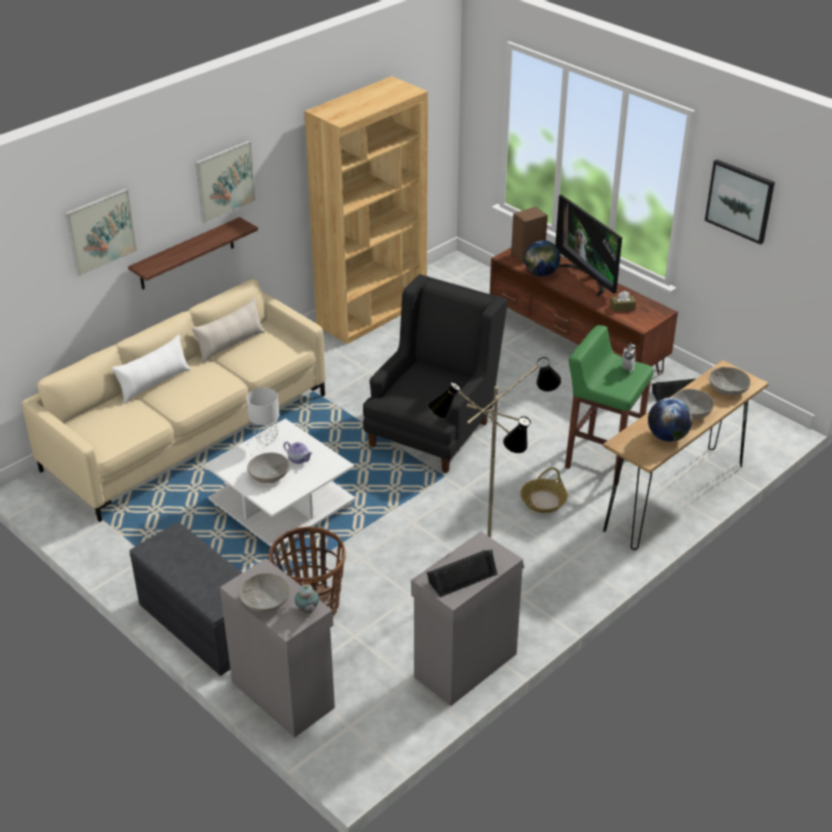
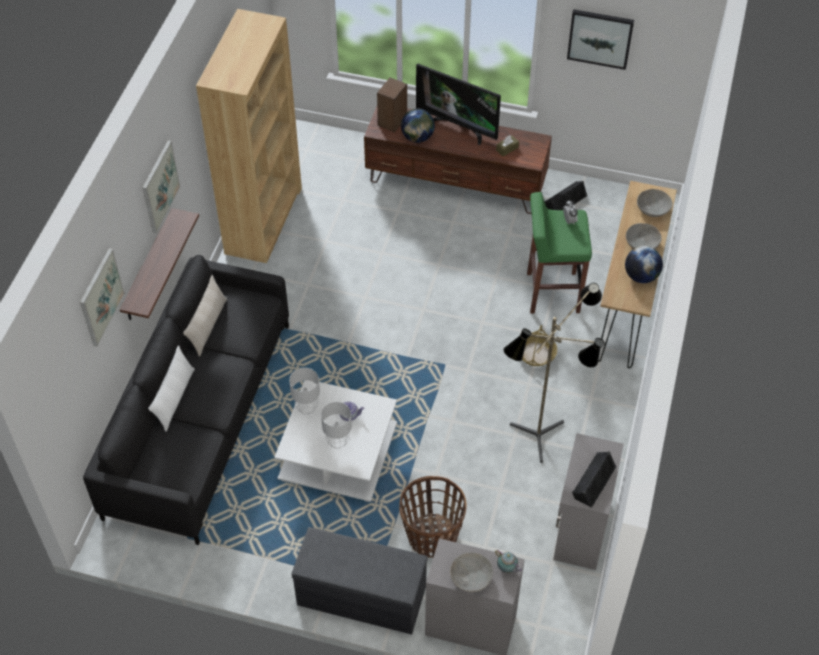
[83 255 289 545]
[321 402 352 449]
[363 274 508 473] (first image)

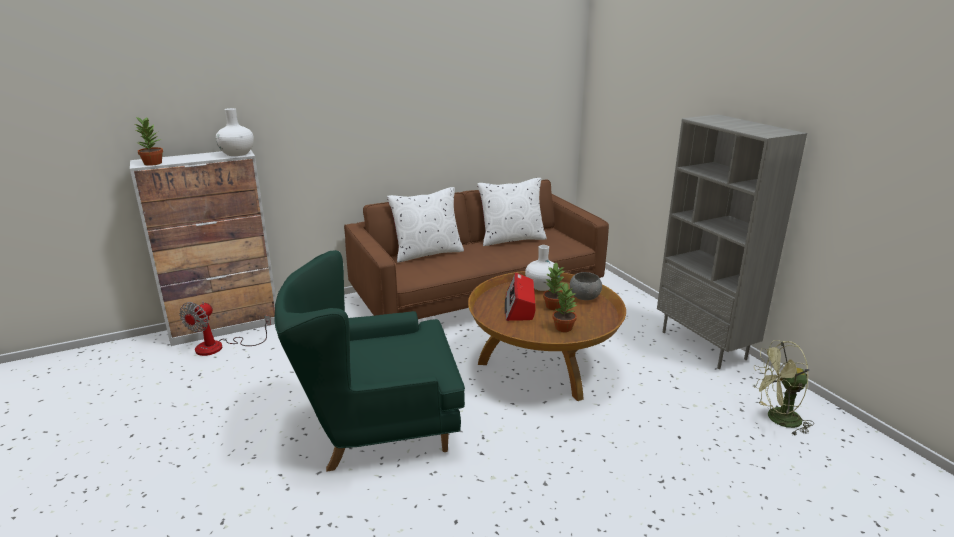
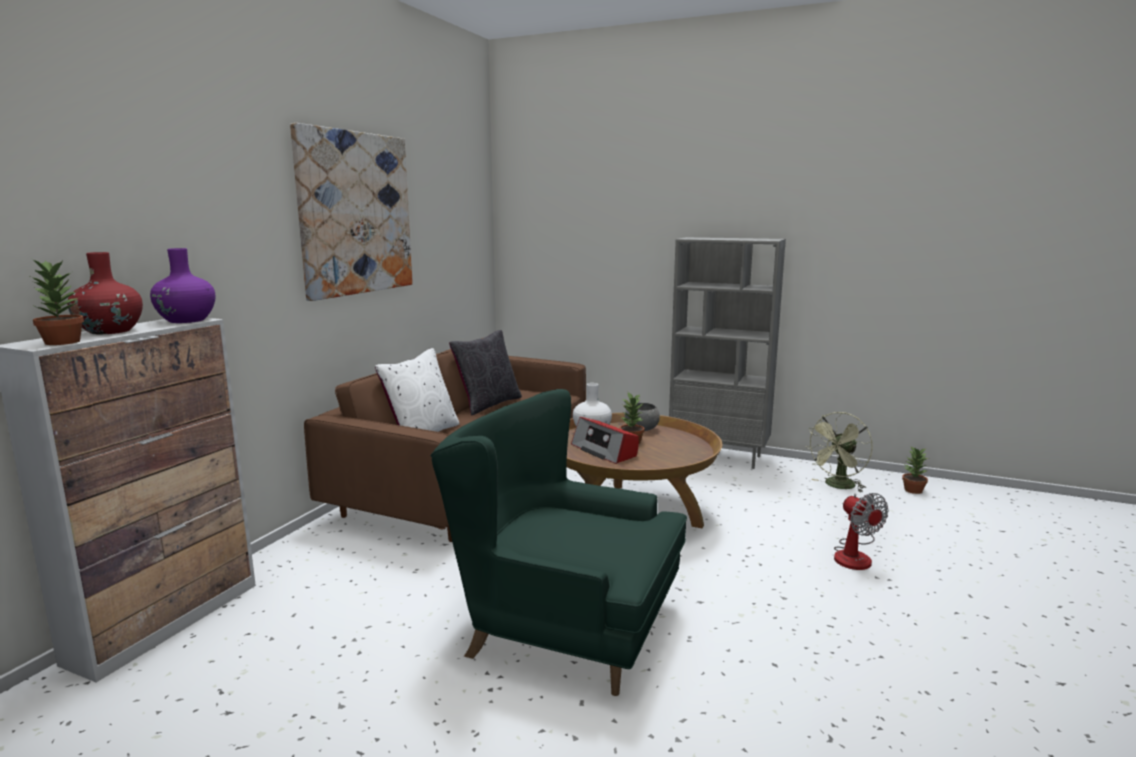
[834 493 889 570]
[150 248 215 323]
[431 389 687 696]
[449 330 522 416]
[902 447 929 494]
[67 252 143 334]
[290 123 413 301]

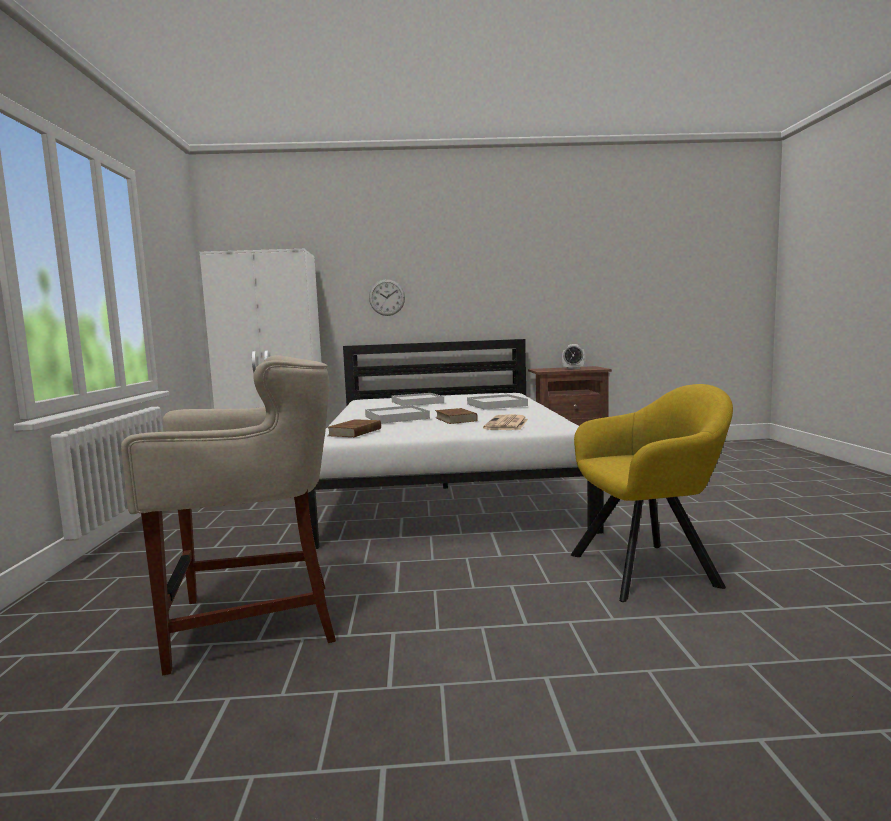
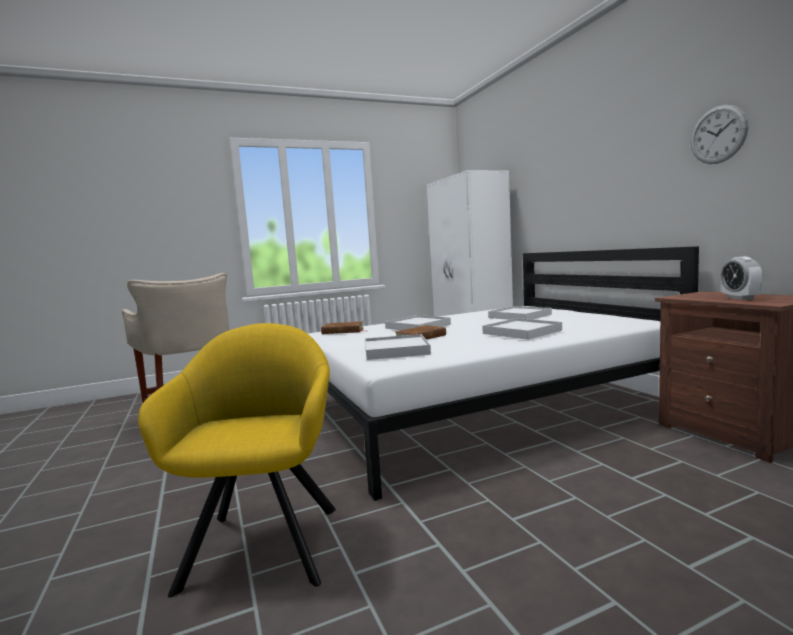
[691 105 749 164]
[365 334 431 360]
[138 323 336 597]

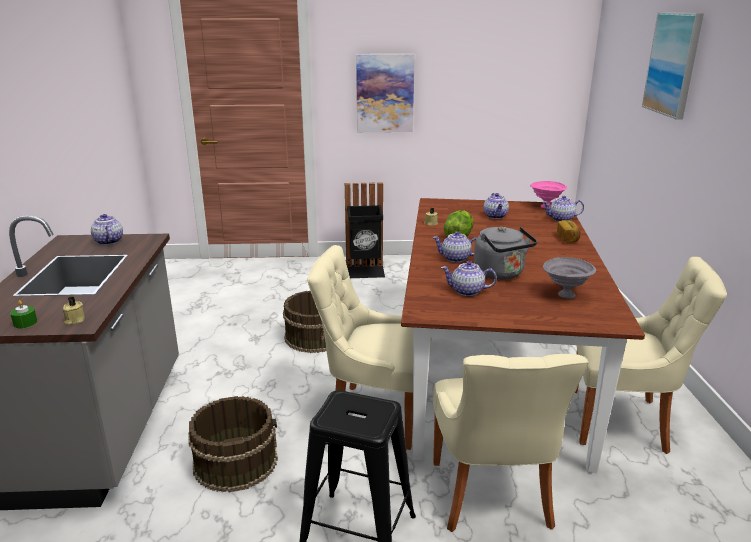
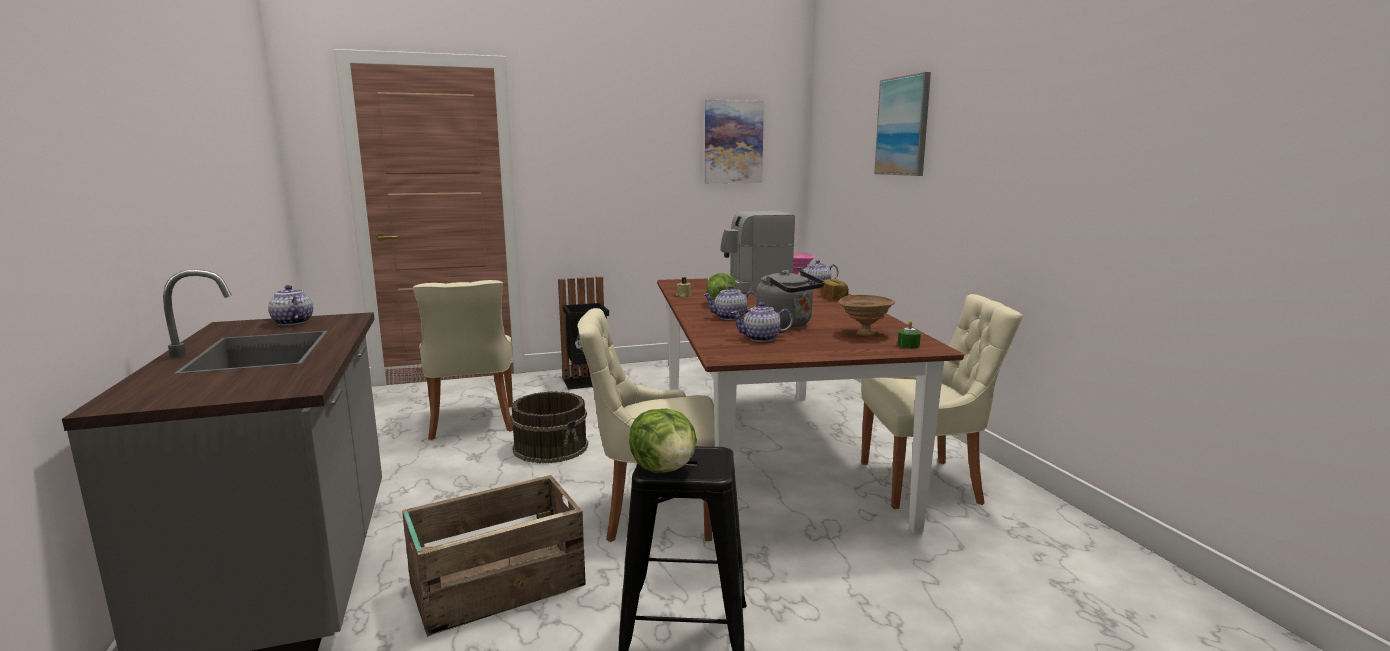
[898 321 921 349]
[63 297 85 325] (first image)
[402 475 586 637]
[705 100 764 184]
[413 280 513 440]
[708 211 795 293]
[838 295 895 336]
[629 409 697 473]

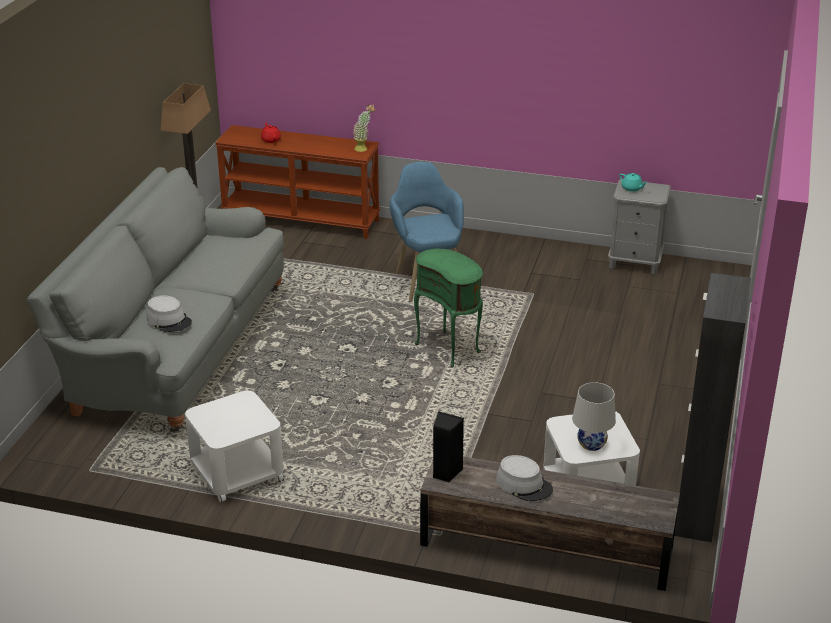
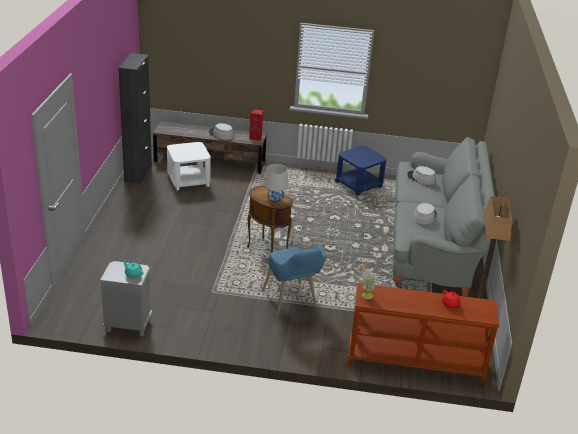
[335 146 387 196]
[247 186 293 252]
[249 109 263 141]
[264 164 288 202]
[413 203 437 224]

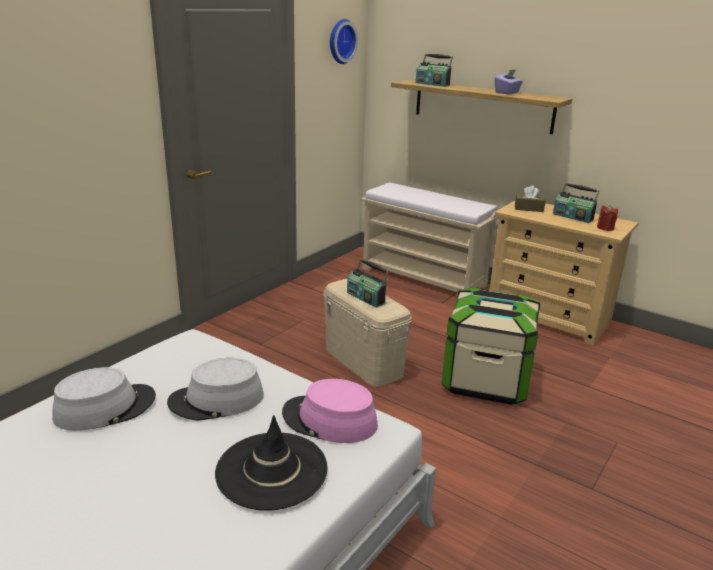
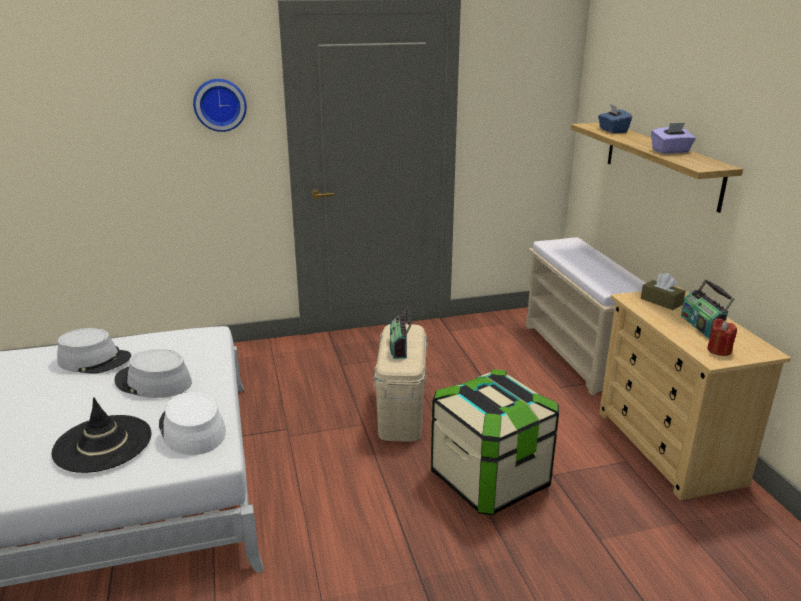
[159 392 226 455]
[193 79 247 132]
[598 104 632 133]

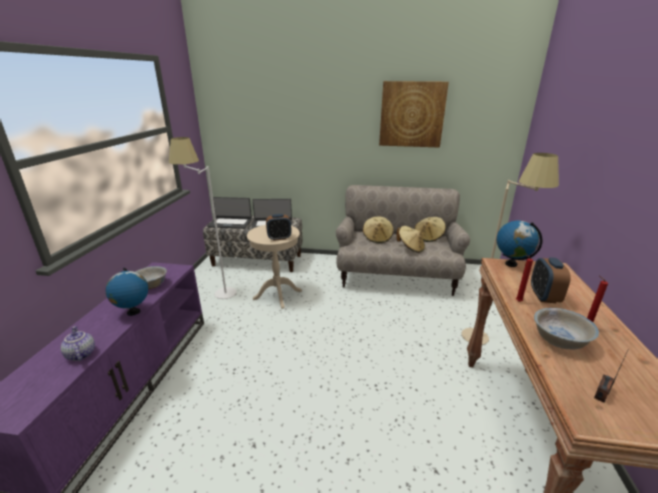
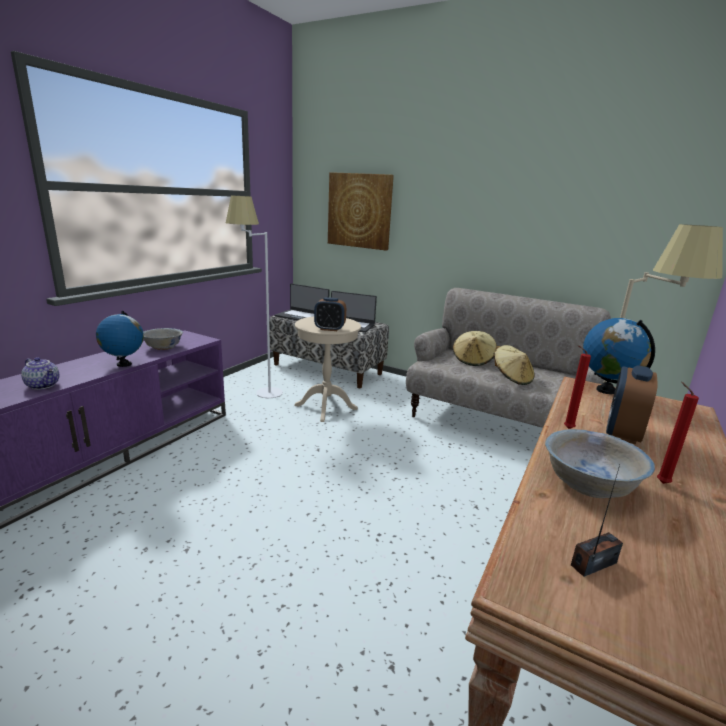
[21 357 59 390]
[328 172 394 251]
[415 217 446 242] (first image)

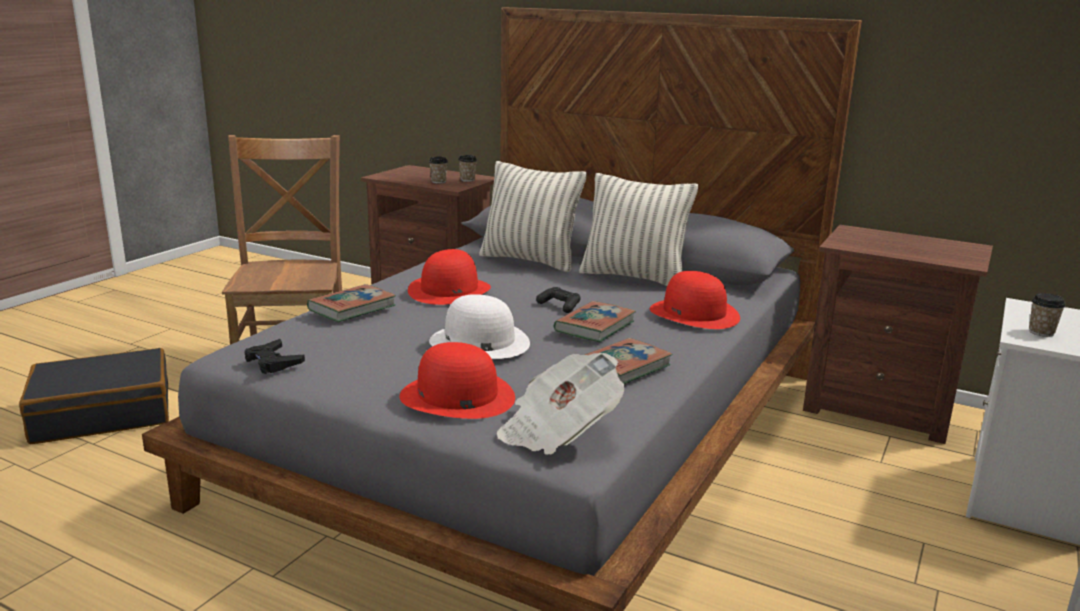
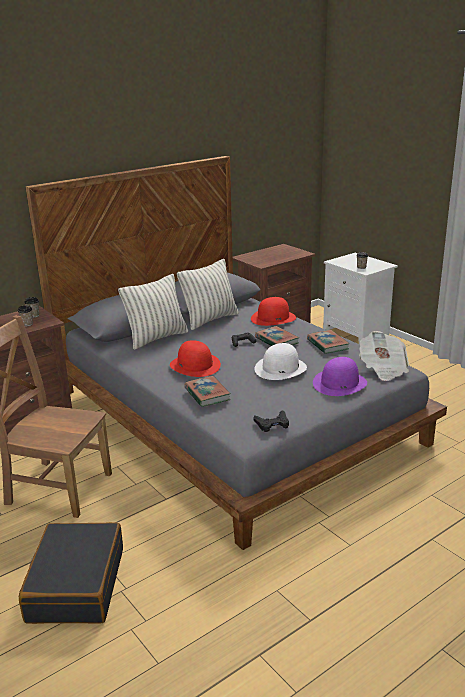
[313 357 367 396]

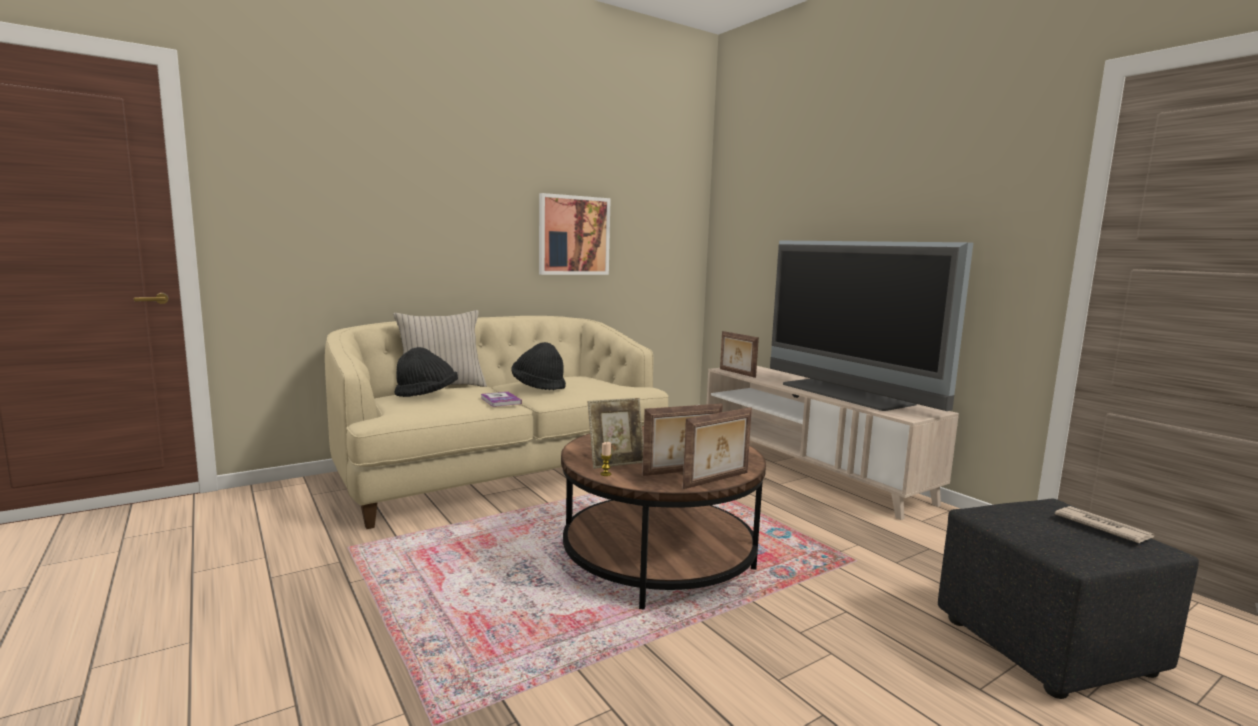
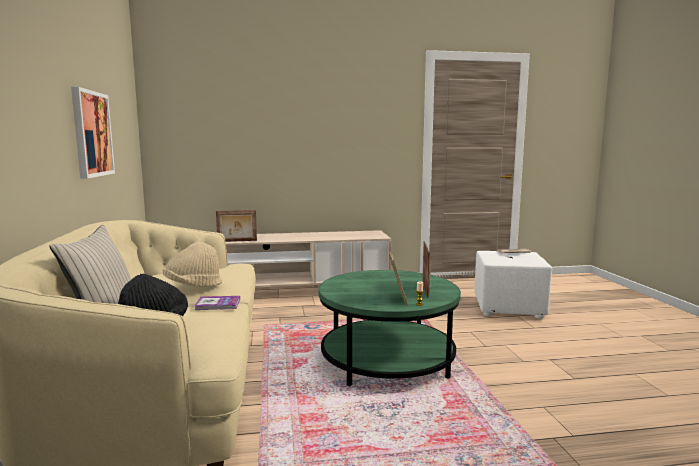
[163 241 222 287]
[318 270 461 386]
[683 407 752 489] (first image)
[770 240 973 411] (first image)
[475 251 552 319]

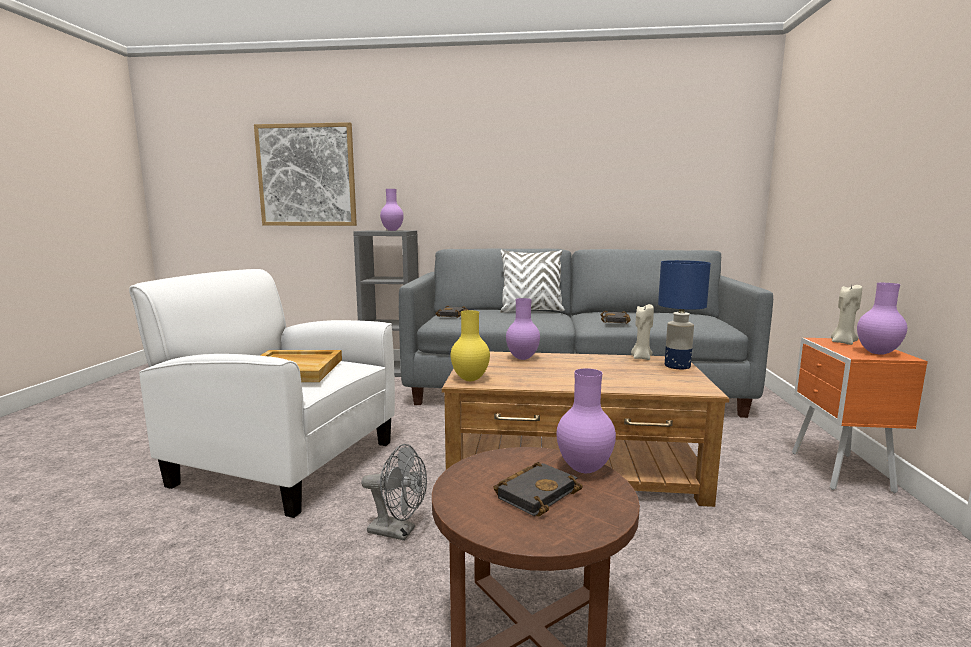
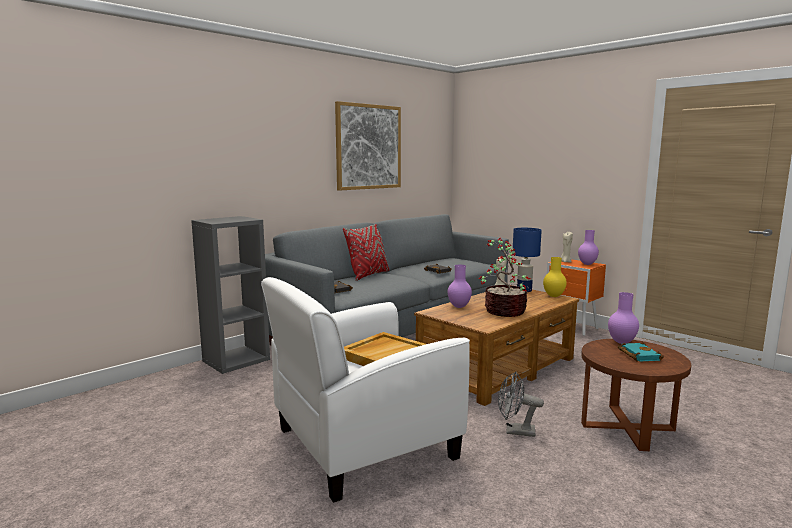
[335 101 401 190]
[498 372 544 437]
[380 189 404 231] (first image)
[543 257 567 297]
[618 342 664 362]
[343 224 389 281]
[479 238 530 317]

